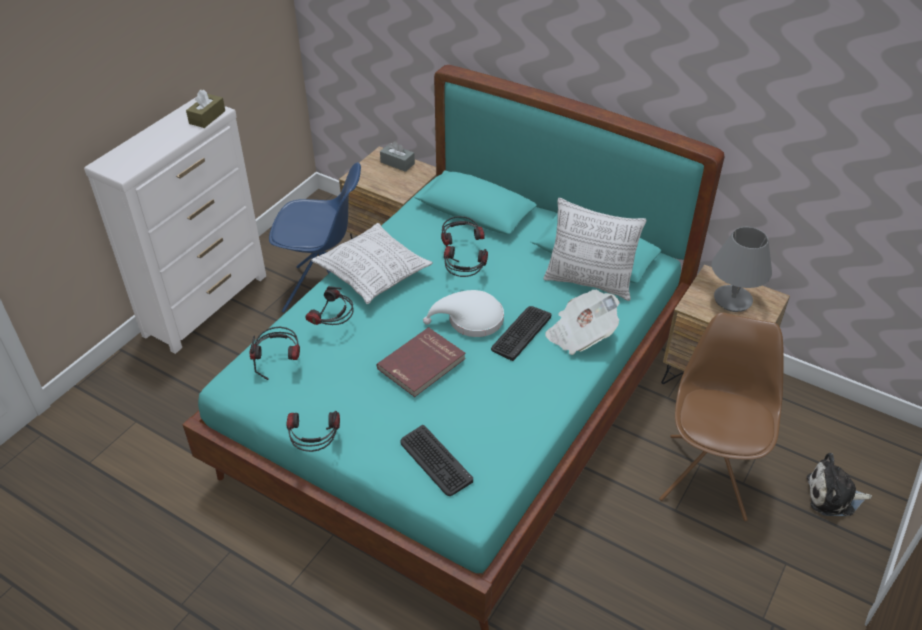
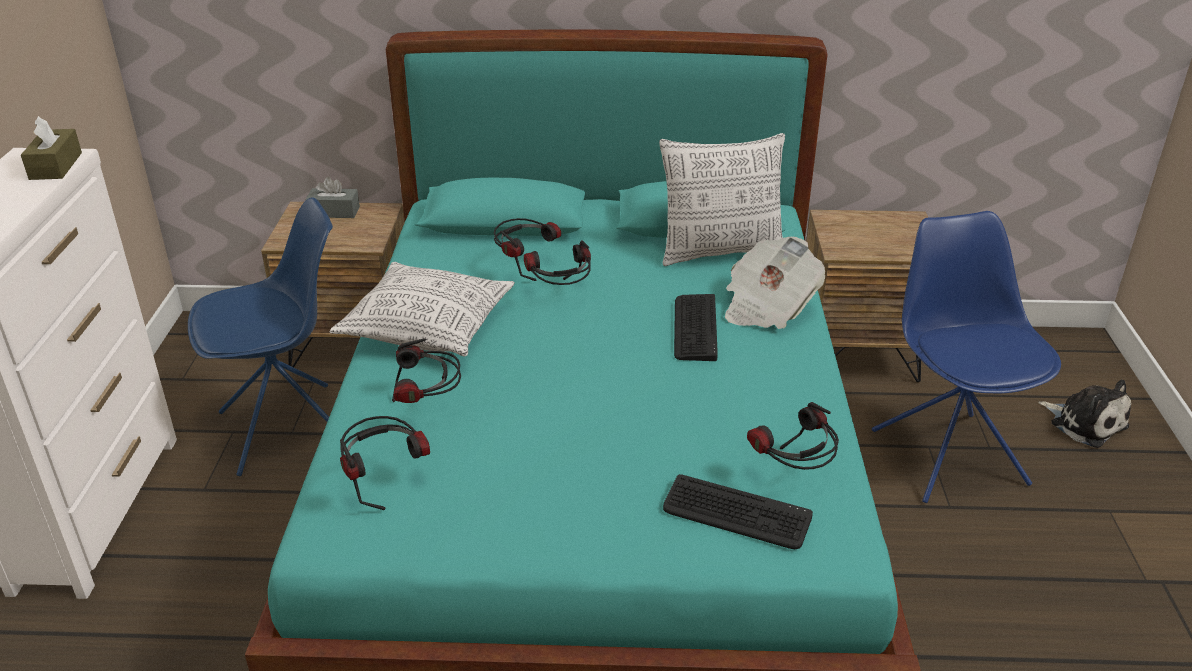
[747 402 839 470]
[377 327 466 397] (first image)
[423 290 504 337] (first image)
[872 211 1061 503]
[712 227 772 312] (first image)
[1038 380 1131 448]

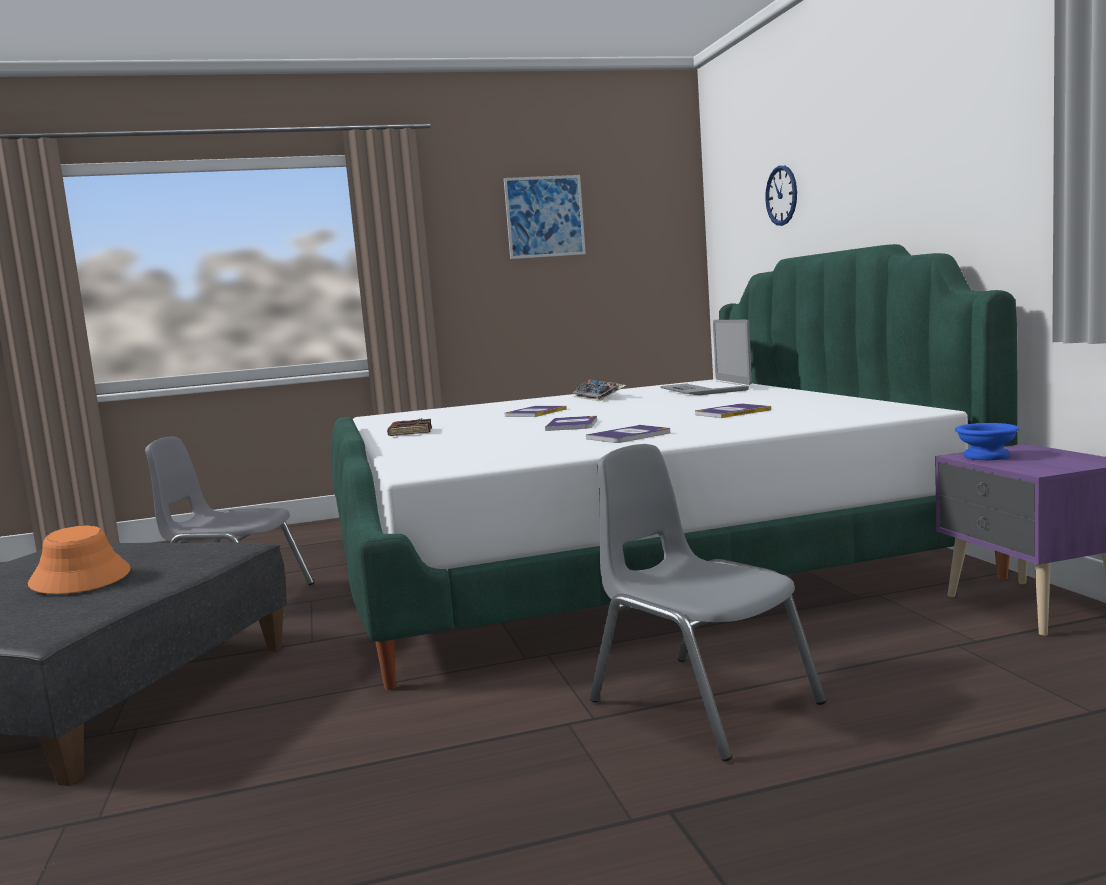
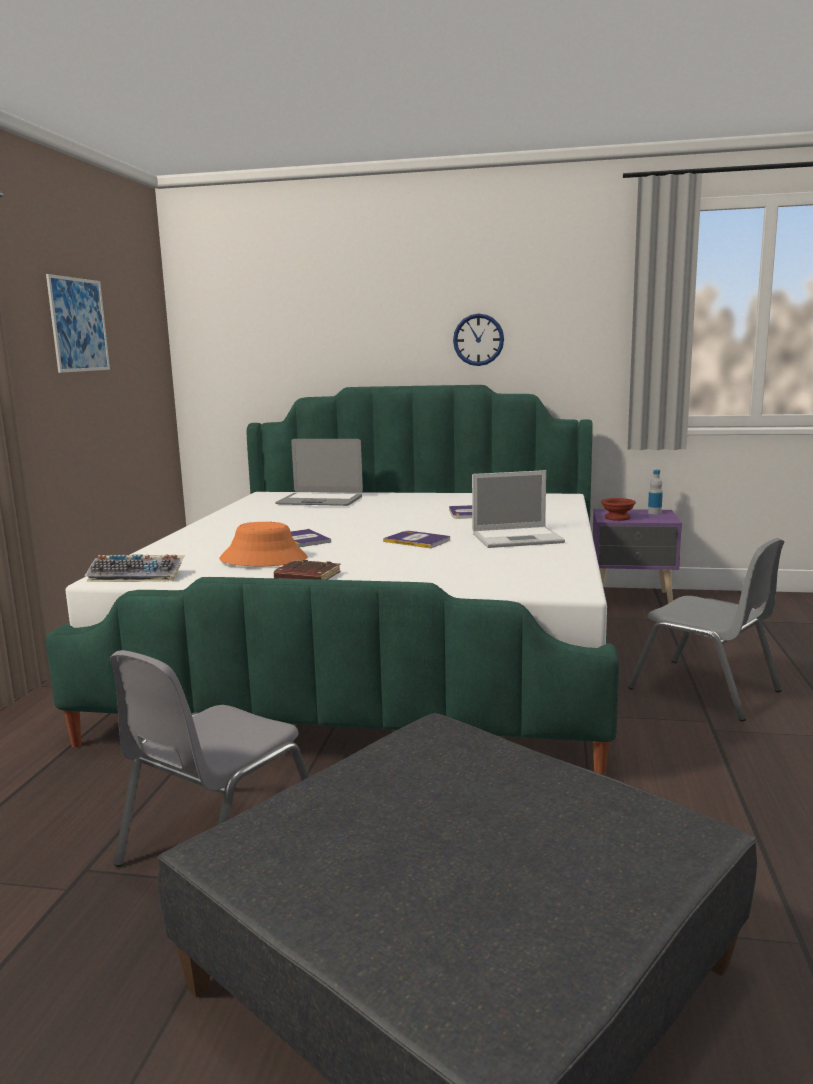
[219 522 308 566]
[84 554 185 582]
[472 470 565 548]
[628 538 784 721]
[453 313 504 366]
[601 498 636 521]
[648 470 663 514]

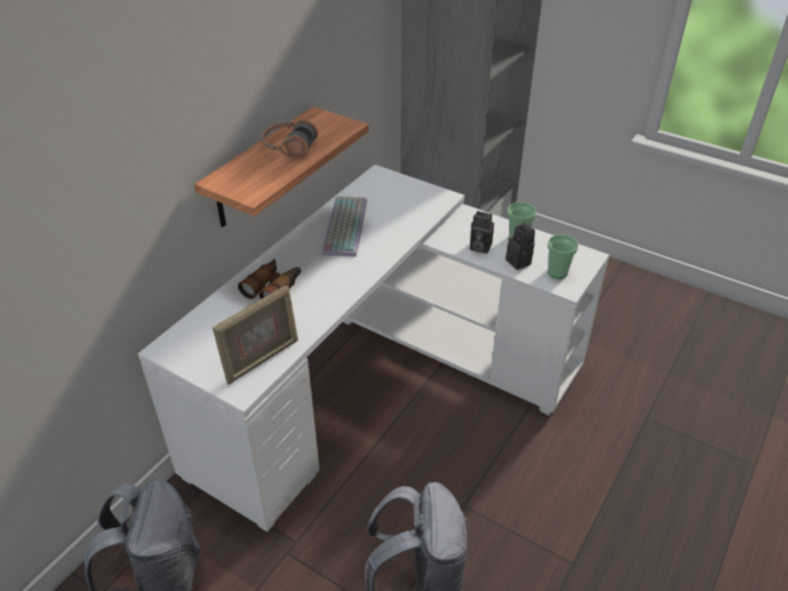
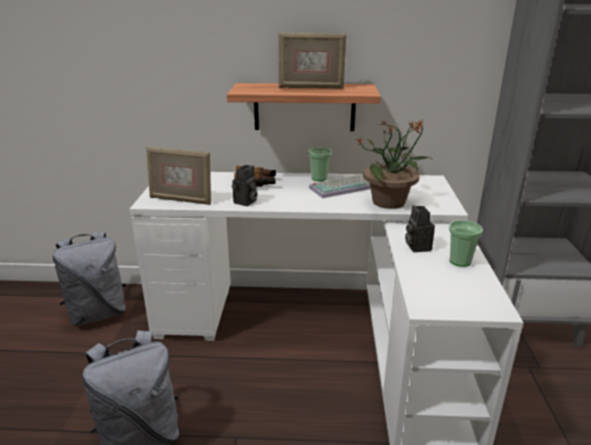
[278 32 346 89]
[232 165 257 206]
[308 148 332 181]
[356 119 432 209]

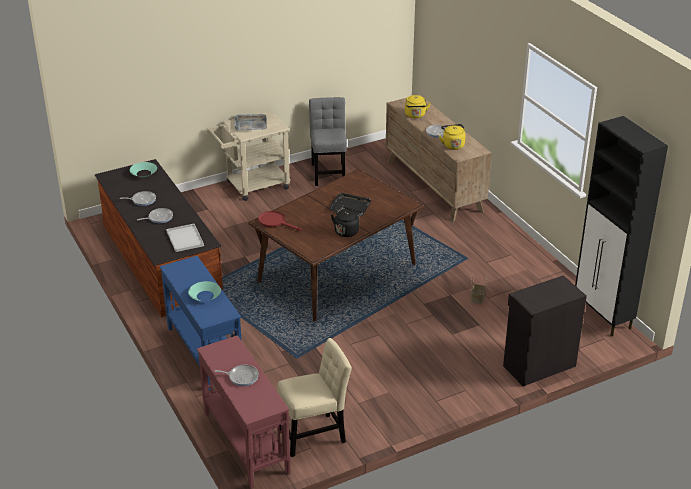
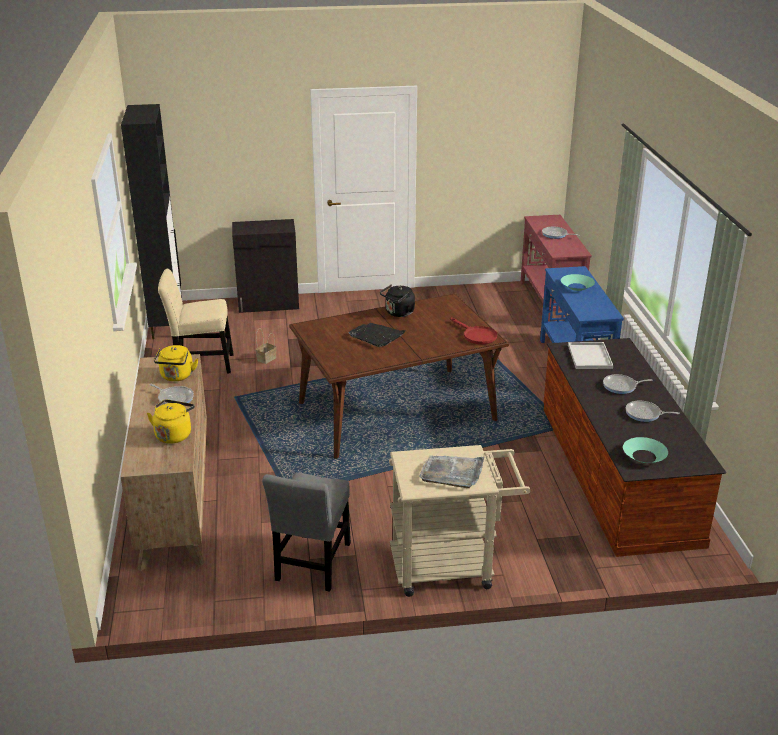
[158 269 234 373]

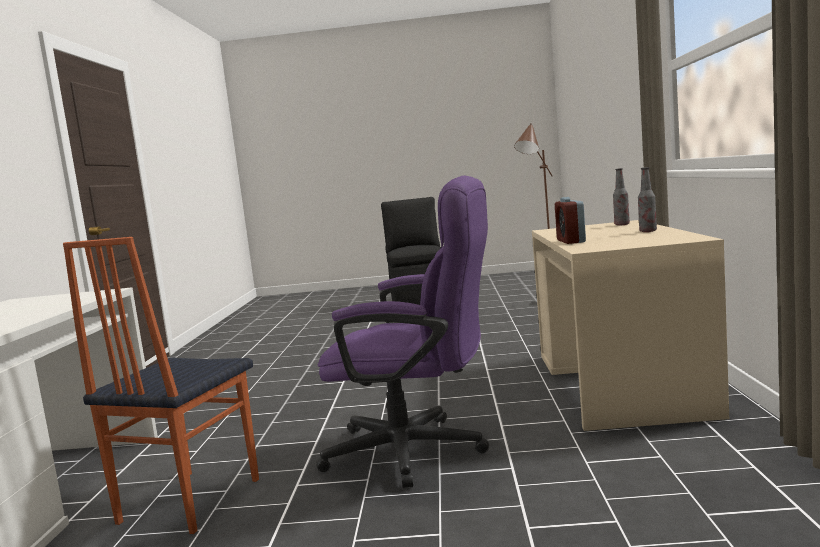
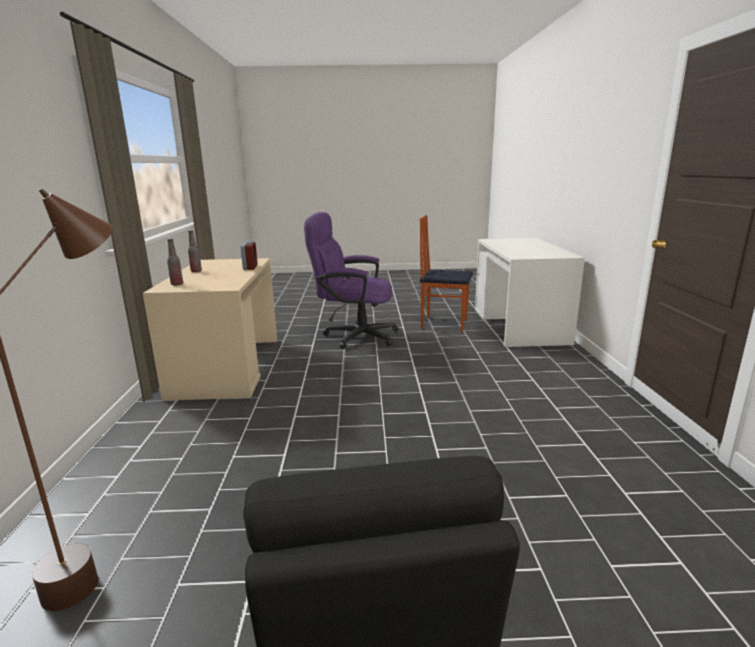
[420 215 473 332]

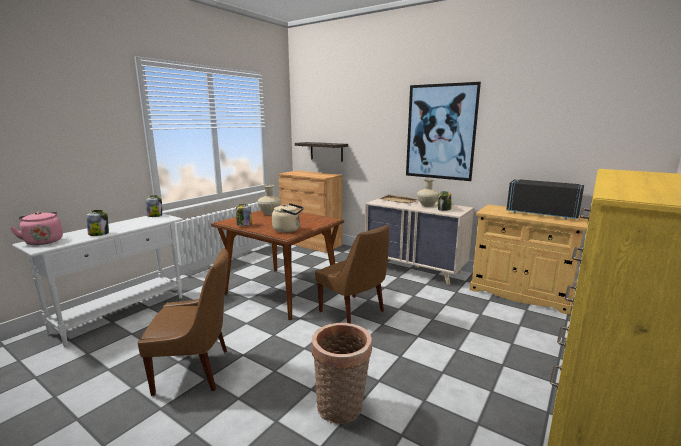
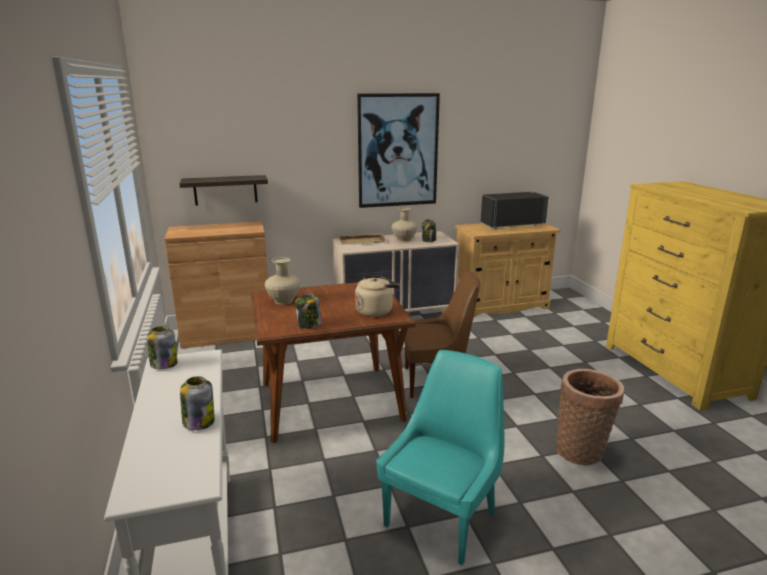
[10 211 63 245] (first image)
[376 350 504 565]

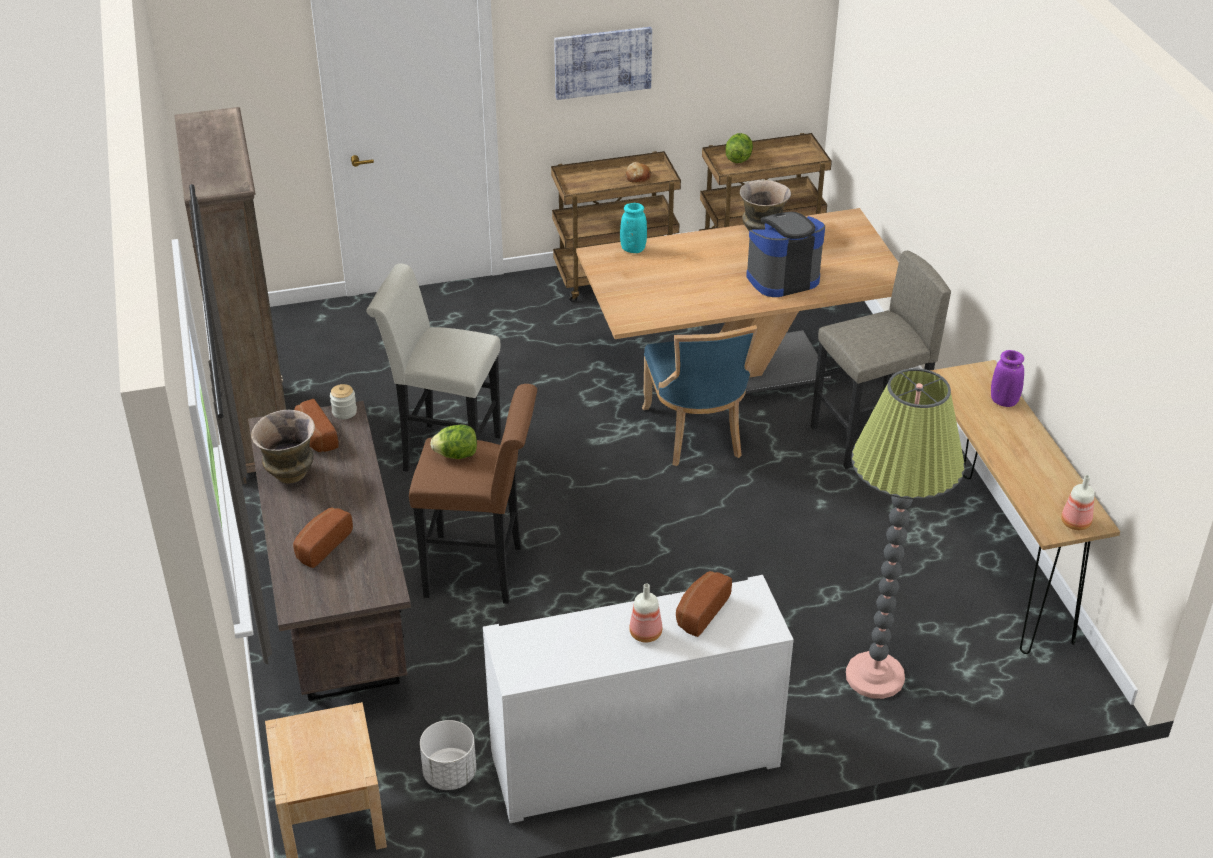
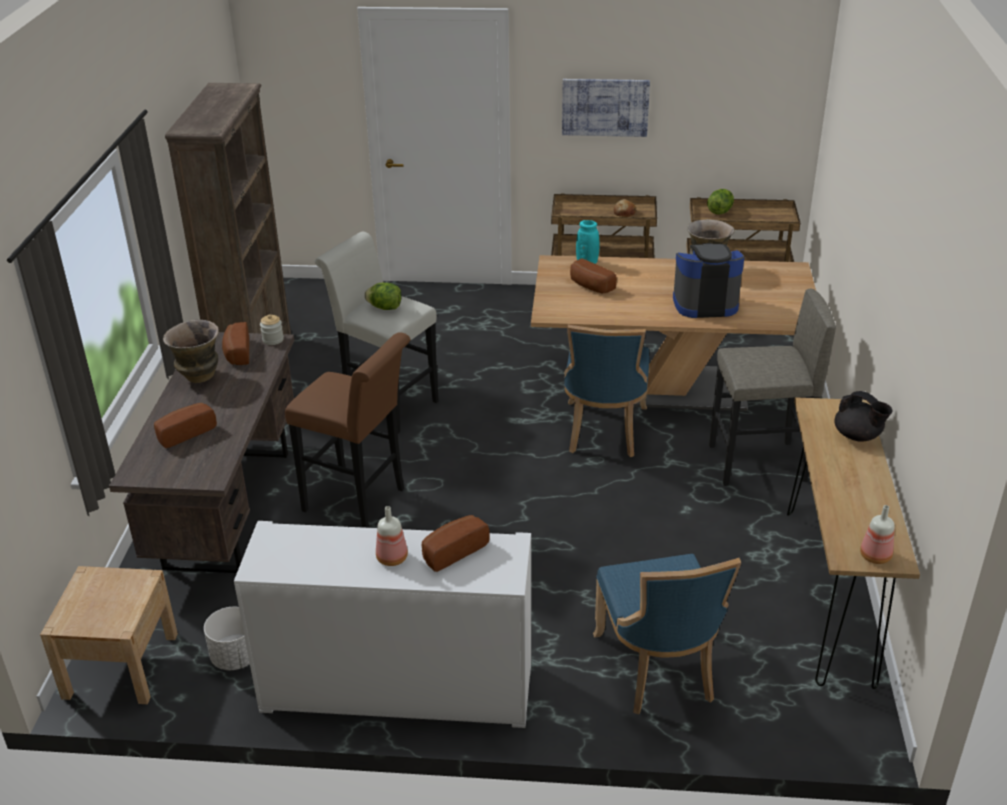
[364 283 401 310]
[593 554 741 714]
[834 391 892 442]
[570 258 617 293]

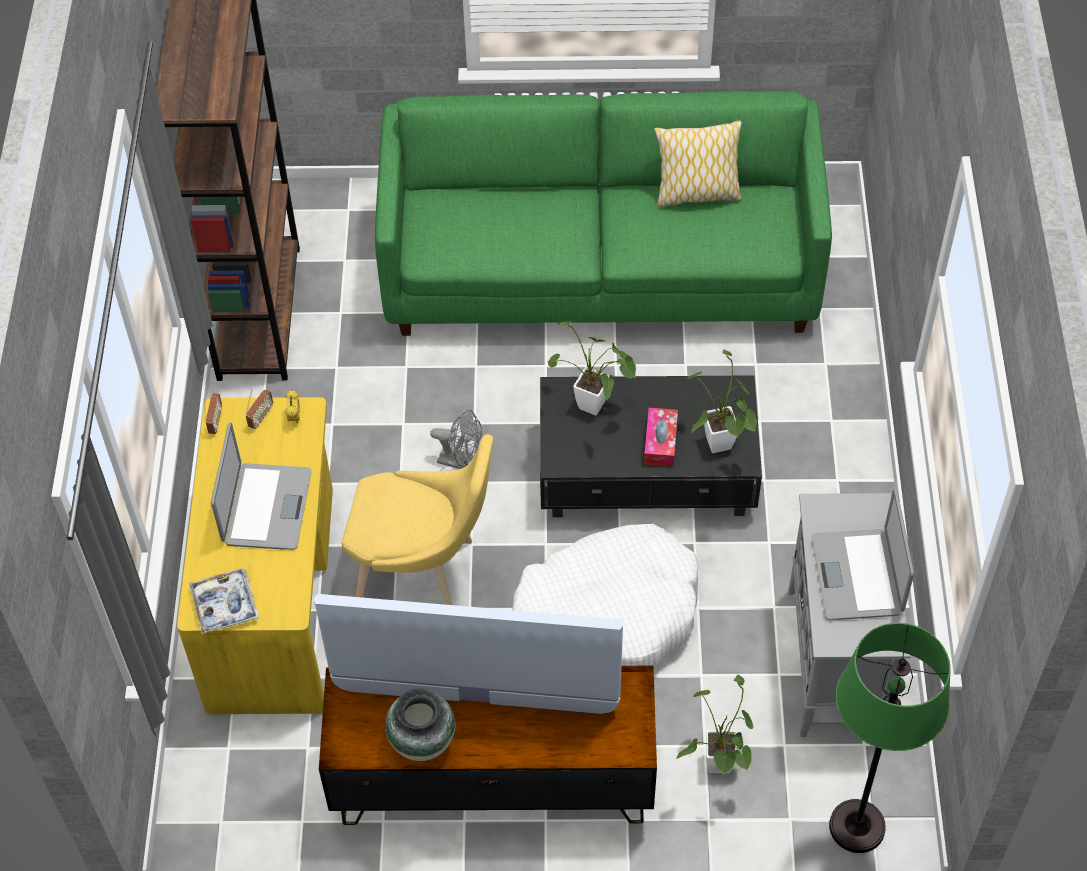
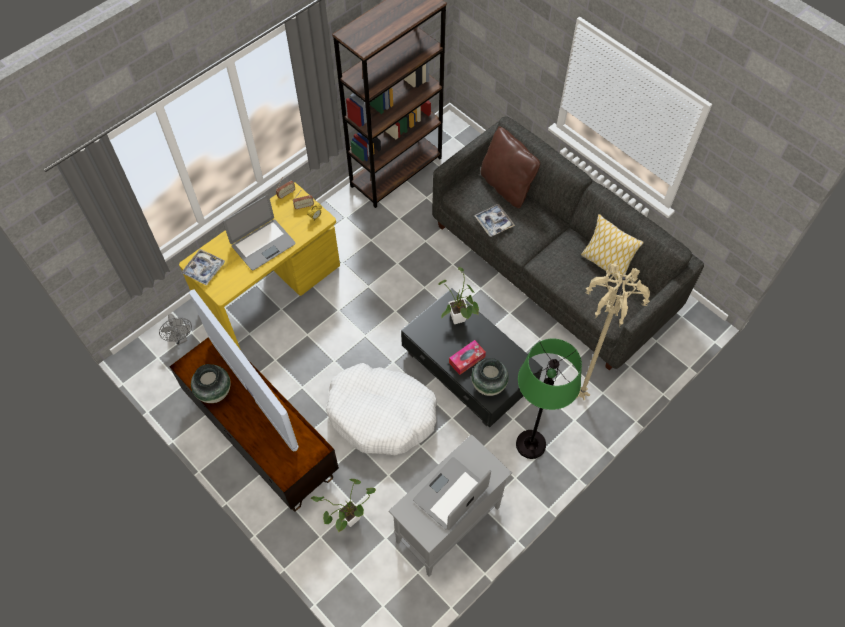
[342 434 493 605] (first image)
[432 116 704 371]
[159 314 192 345]
[471 358 509 396]
[516 339 582 459]
[474 204 515 237]
[480 126 540 208]
[577 263 650 400]

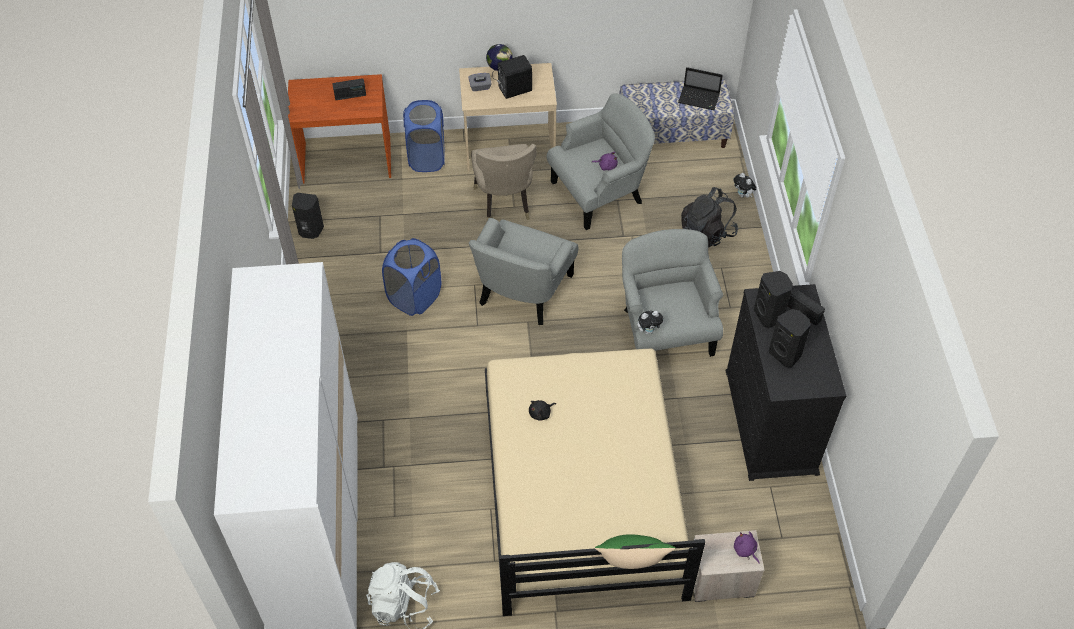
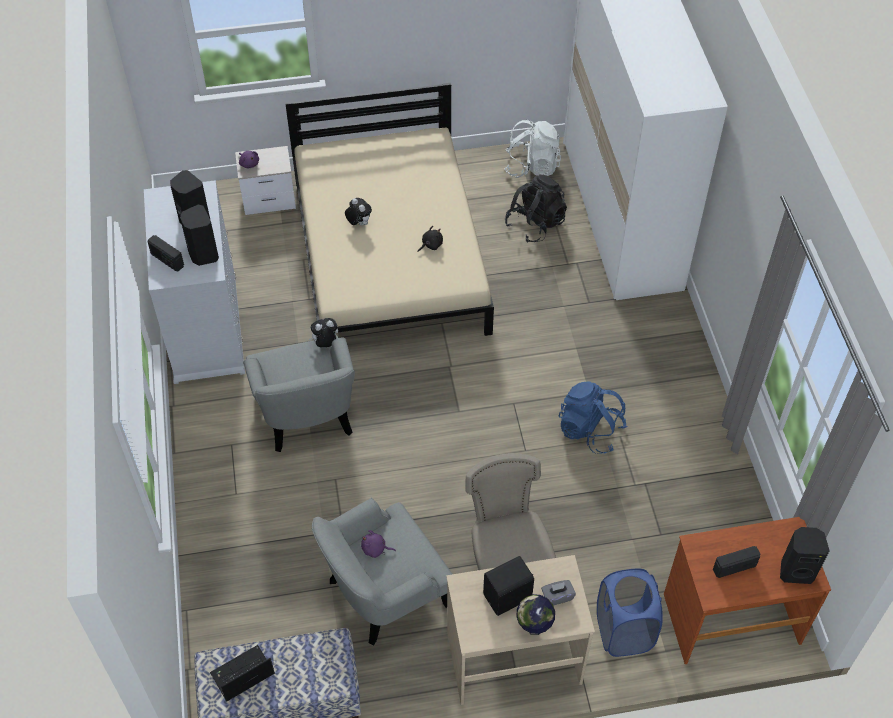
[780 527 830 584]
[559 381 627 454]
[469 218 578 325] (first image)
[590 534 676 569] (first image)
[210 645 275 702]
[505 175 567 242]
[144 180 245 384]
[345 198 372 226]

